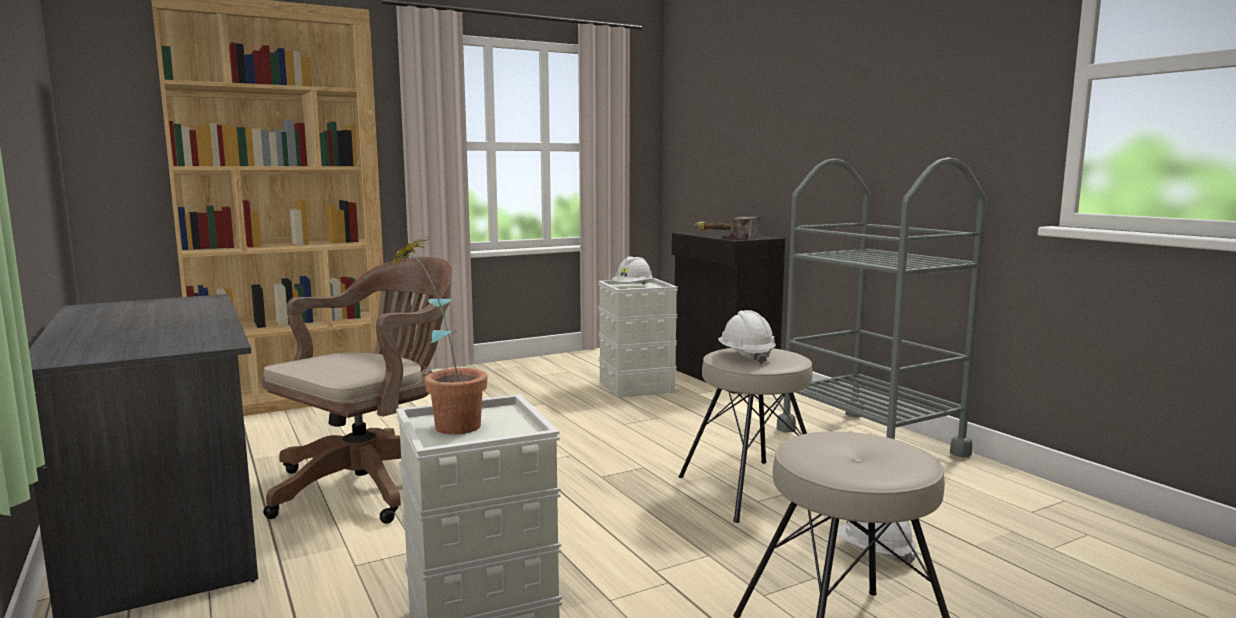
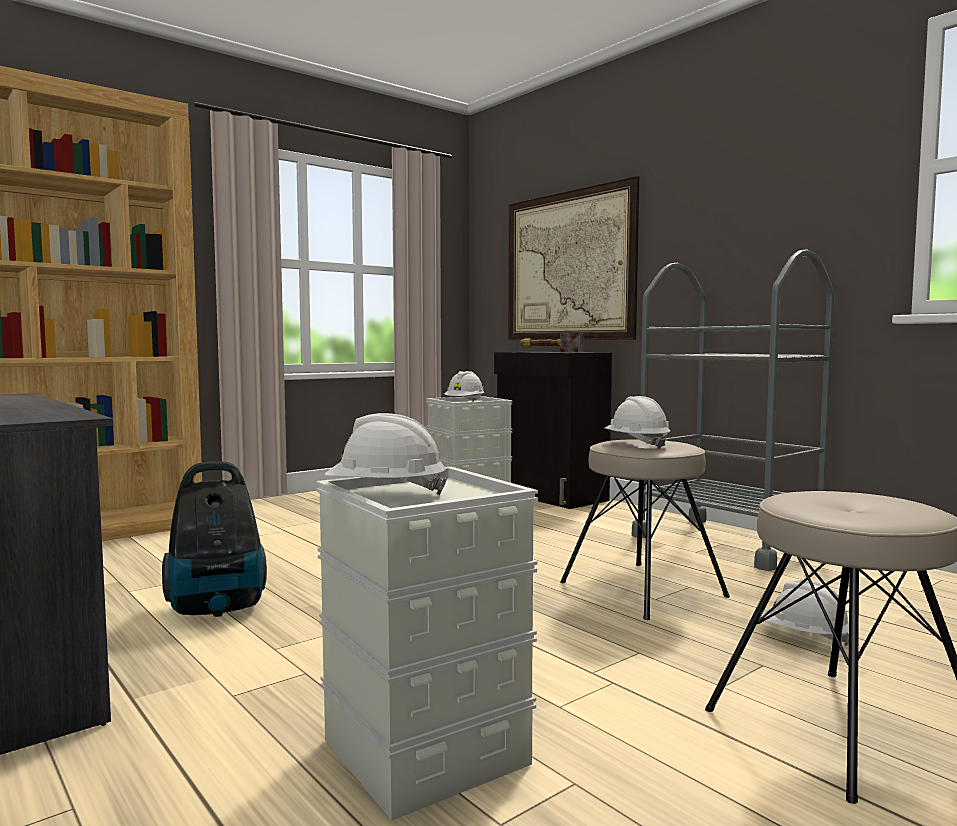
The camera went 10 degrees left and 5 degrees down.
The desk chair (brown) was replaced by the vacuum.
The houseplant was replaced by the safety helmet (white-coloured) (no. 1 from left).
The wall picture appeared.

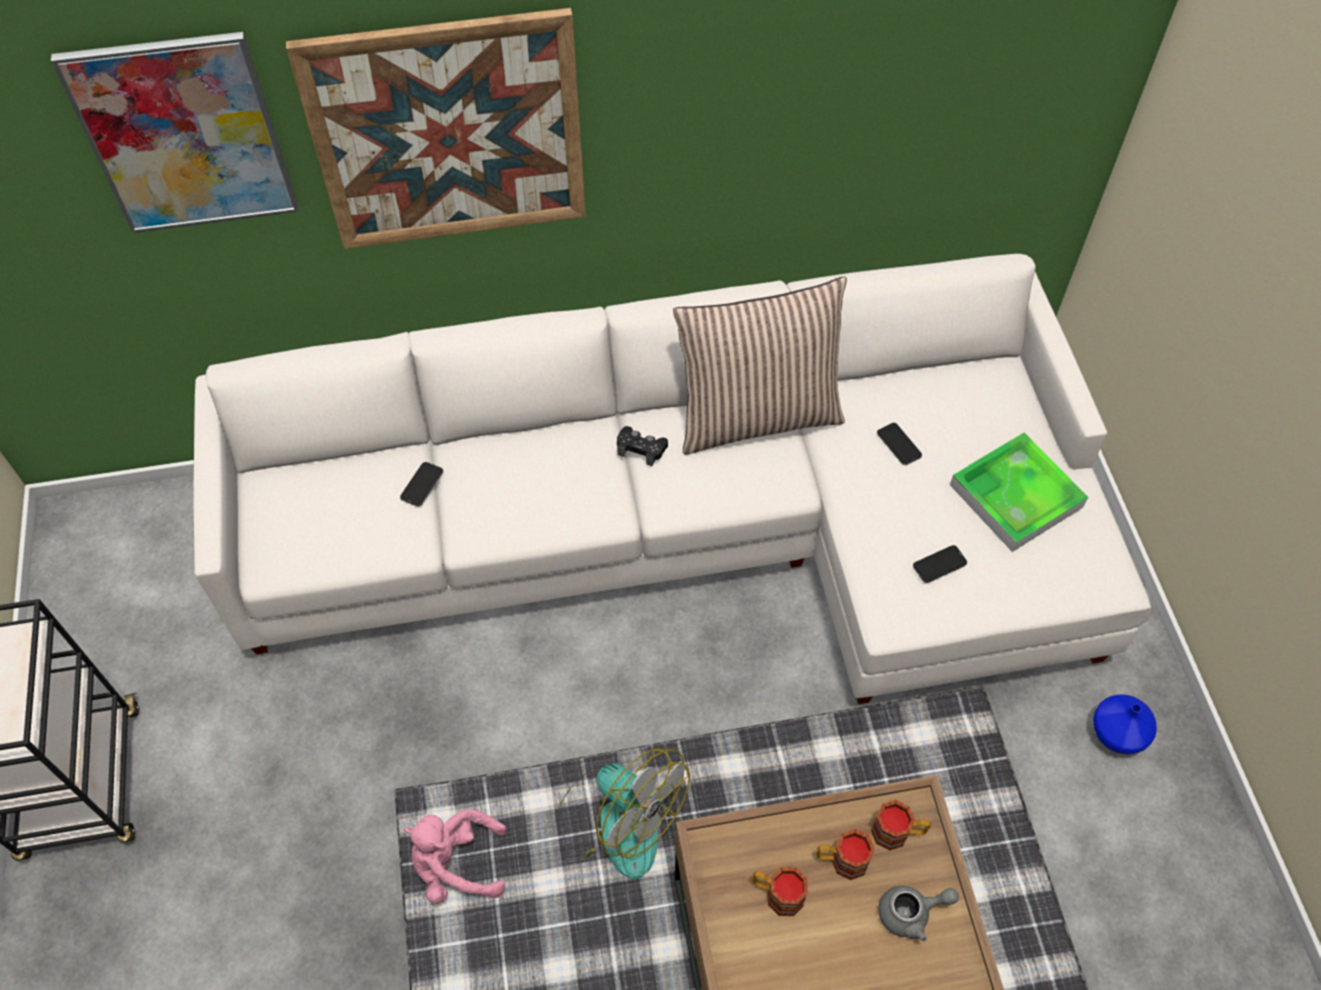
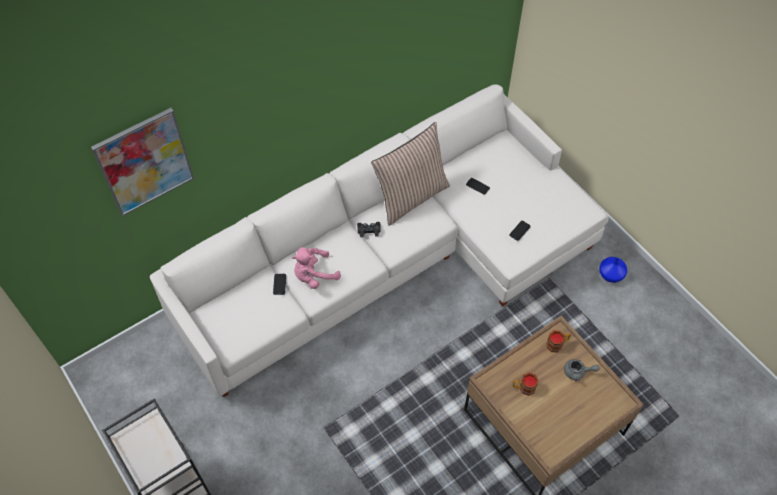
The camera went 25 degrees left and 0 degrees up.
The soft toy (pink-coloured) moved.
The pot for tea (greyish) turned 45 degrees clockwise.
The wall picture (no. 2 from left) disappeared.
The fan disappeared.
The tea mug (no. 2 from left) disappeared.
The carrying tray disappeared.

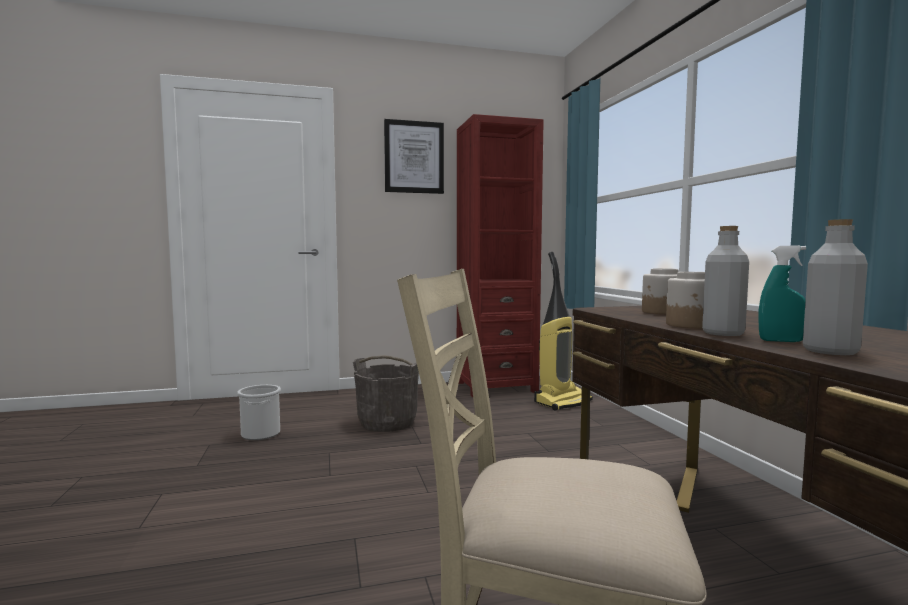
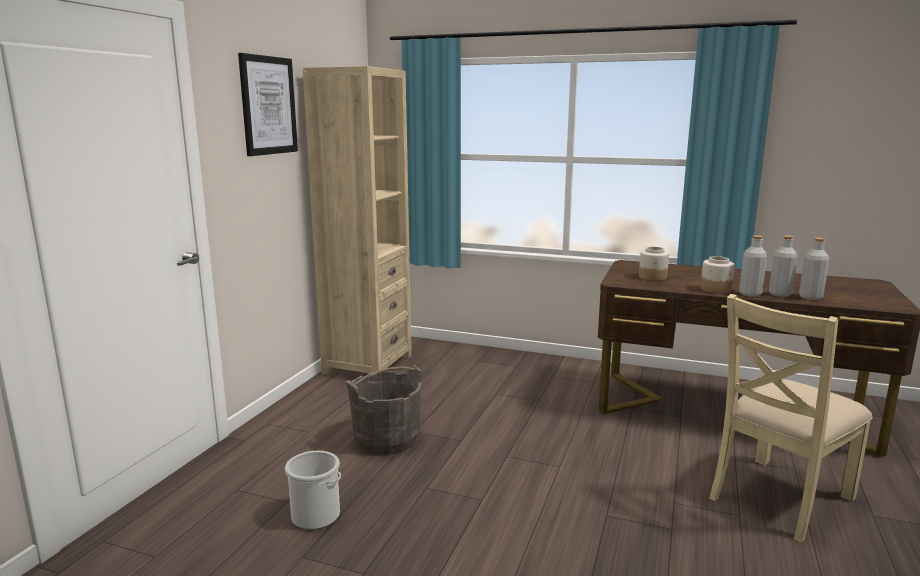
The camera went 55 degrees left and 10 degrees up.
The bookshelf (red) became the bookshelf (sand-coloured).
The spray bottle (turquoise-coloured) was replaced by the beverage bottle (greyish) (no. 2 from left).
The vacuum disappeared.

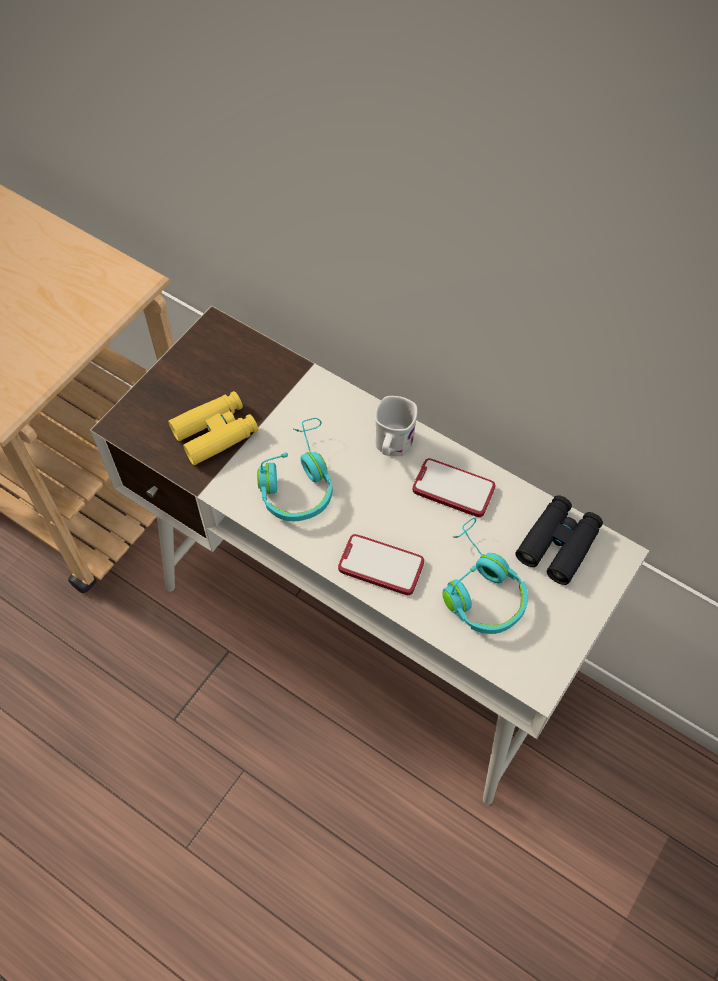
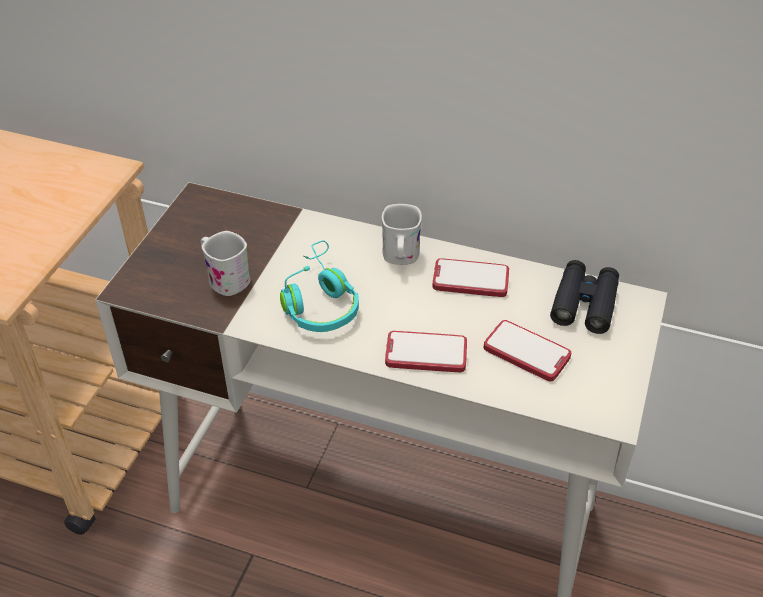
The camera went 15 degrees left and 15 degrees down.
The field glasses (yellow) was replaced by the tea mug (white-coloured) (no. 1 from left).
The headphones (turquoise-coloured) (no. 2 from left) was replaced by the telephone (no. 3 from left).

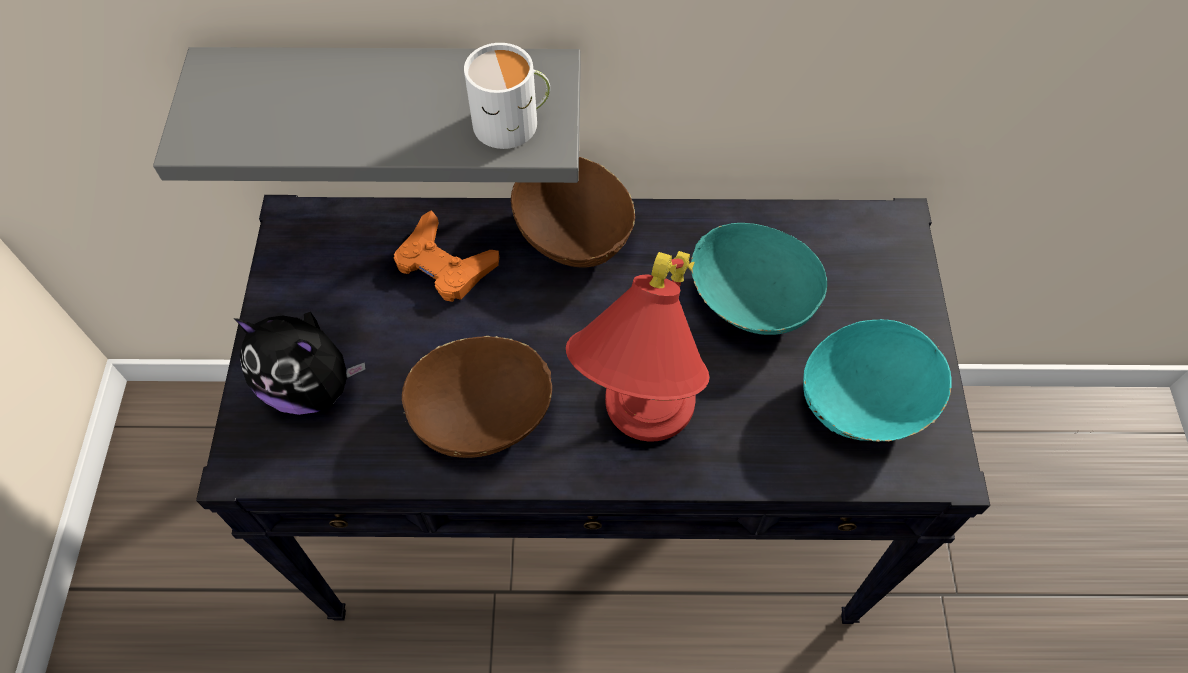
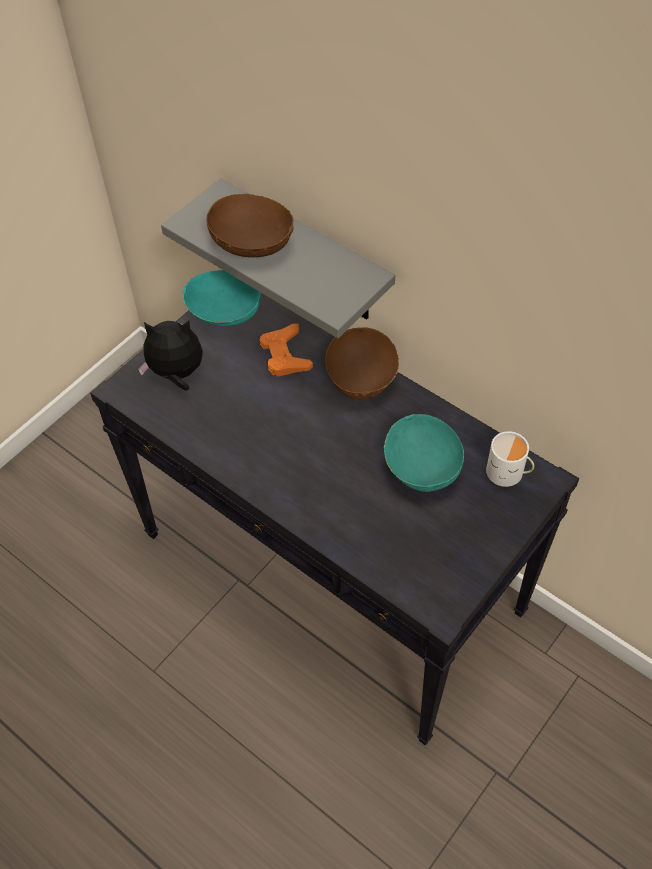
The camera went 40 degrees right and 5 degrees down.
The soft toy turned 120 degrees clockwise.
The serving bowl (turquoise-coloured) (no. 2 from left in the first image) moved.
The serving bowl (brown) (no. 1 from left) moved.
The tea mug (white-coloured) moved.
The lamp for a table (red) disappeared.

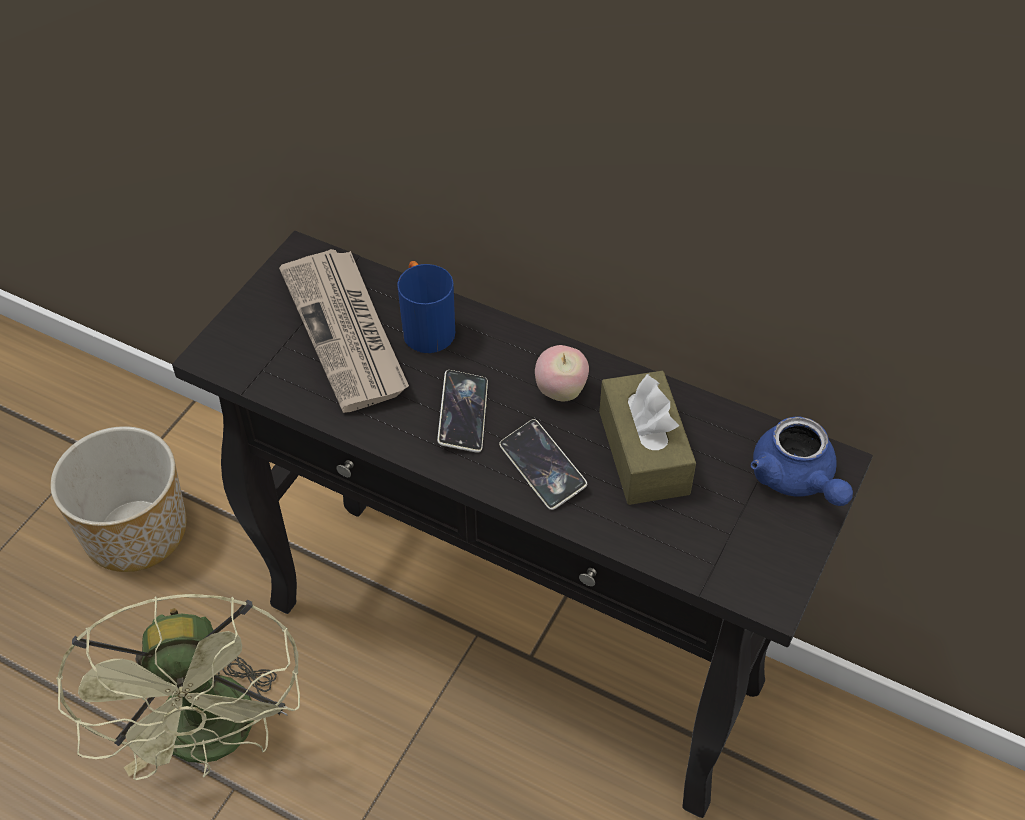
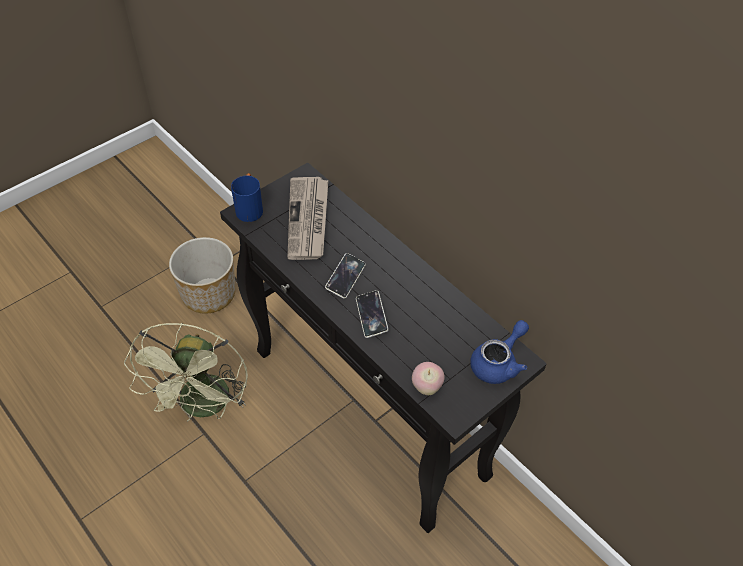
The camera went 20 degrees right and 0 degrees up.
The tea mug (bluish) moved.
The apple fruit moved.
The pot for tea (bluish) turned 135 degrees counterclockwise.
The tissue box (brown) disappeared.

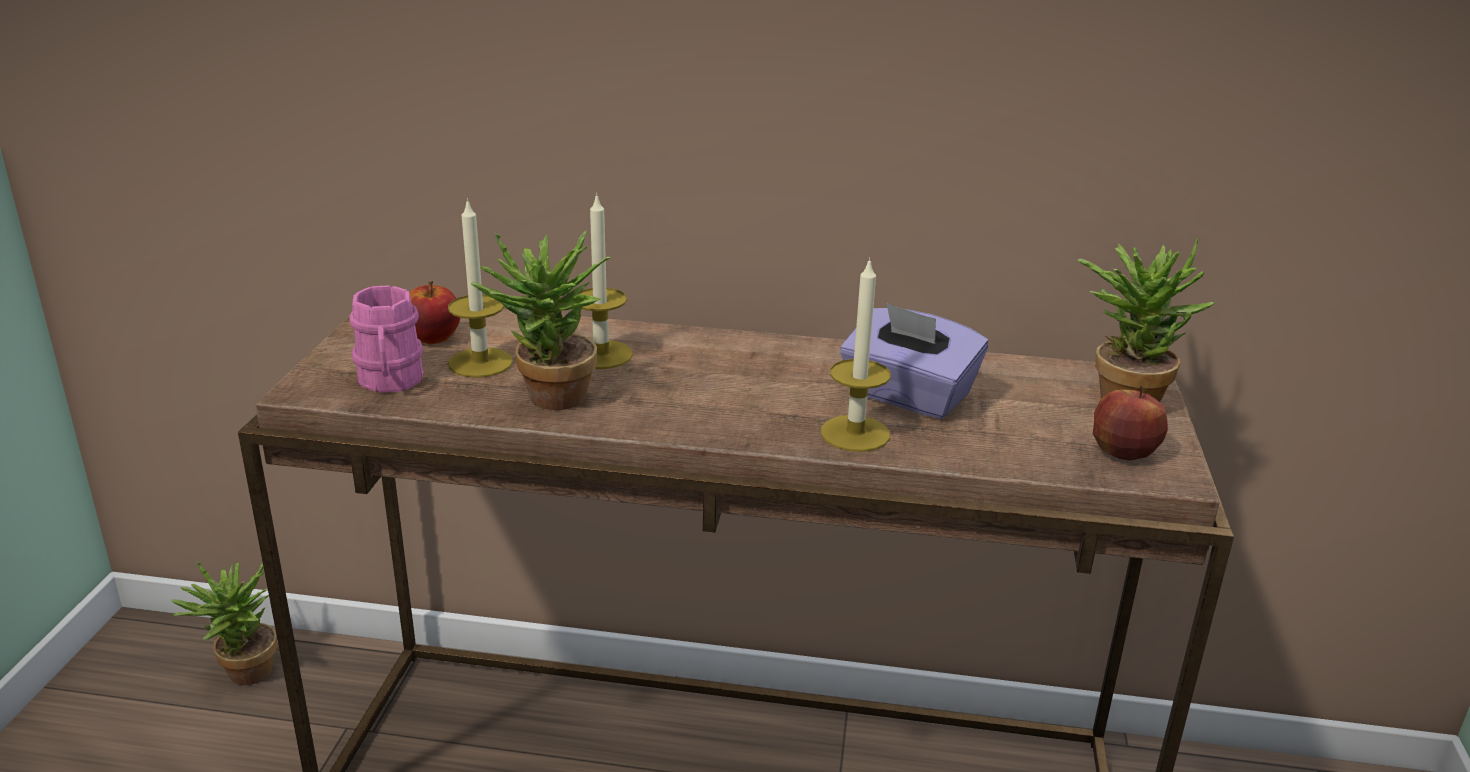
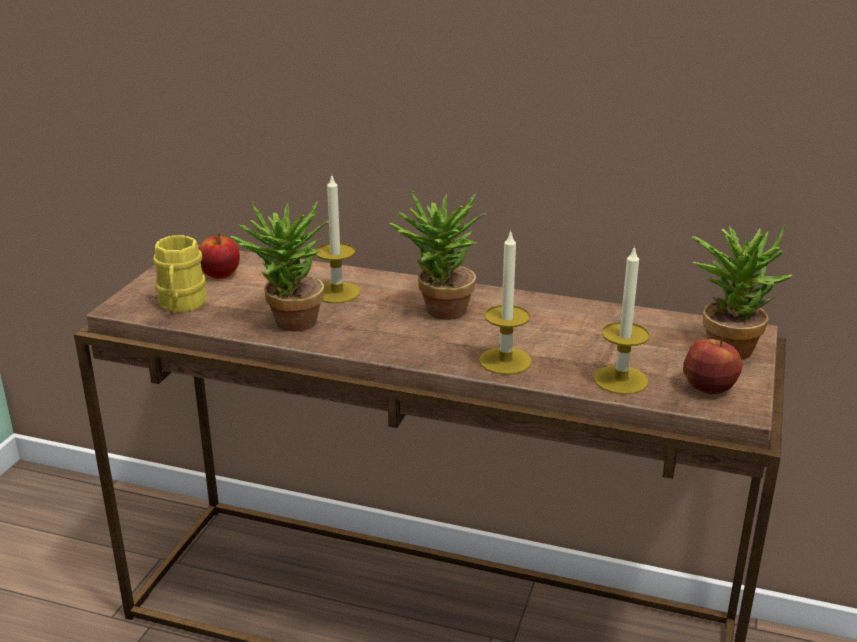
The camera went 10 degrees right and 0 degrees up.
The tea mug (pink-coloured) became the tea mug (yellow).
The houseplant (no. 1 from left in the first image) moved.
The wax light (no. 1 from left in the first image) moved.
The tissue box (purple) disappeared.

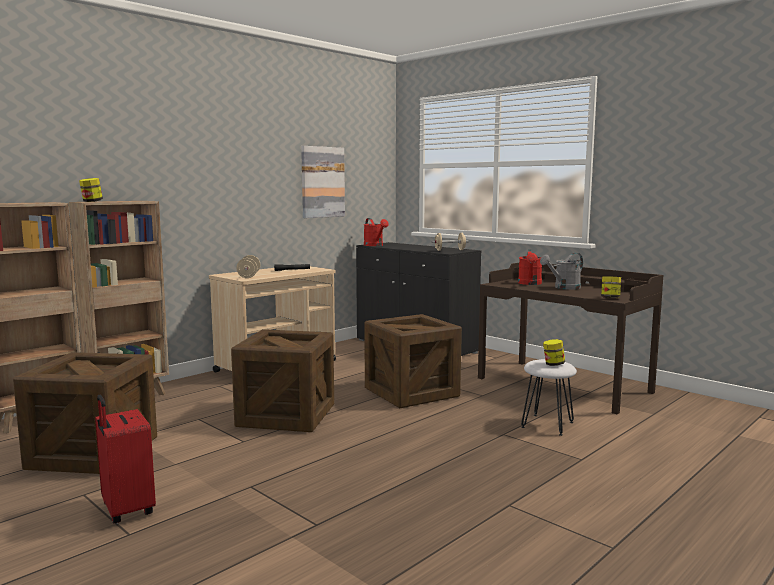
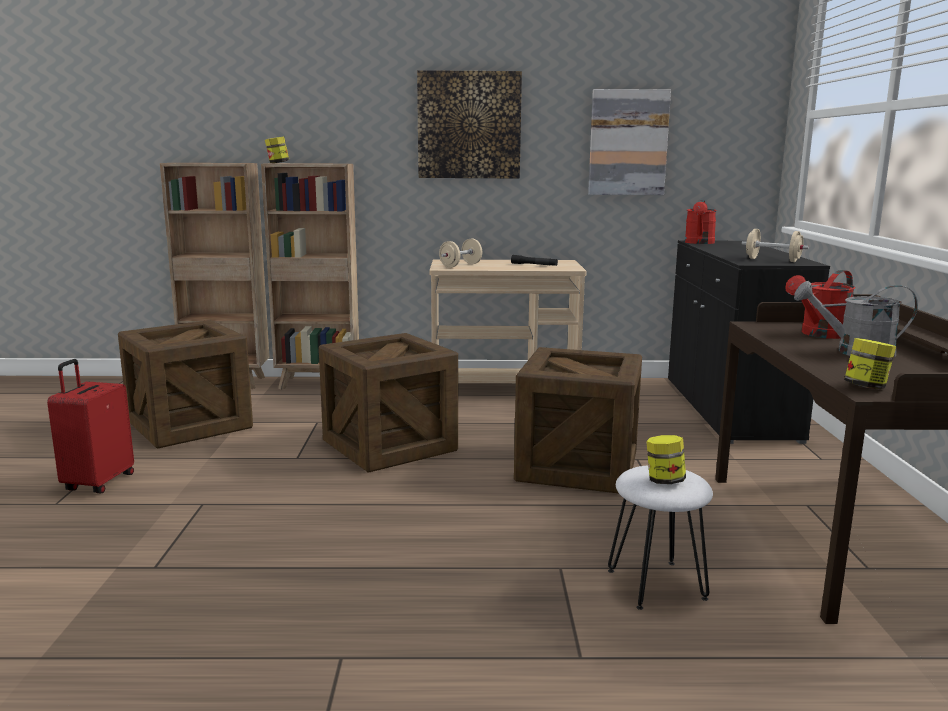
The camera went 45 degrees right and 5 degrees up.
The wall picture (no. 1 from left) appeared.

